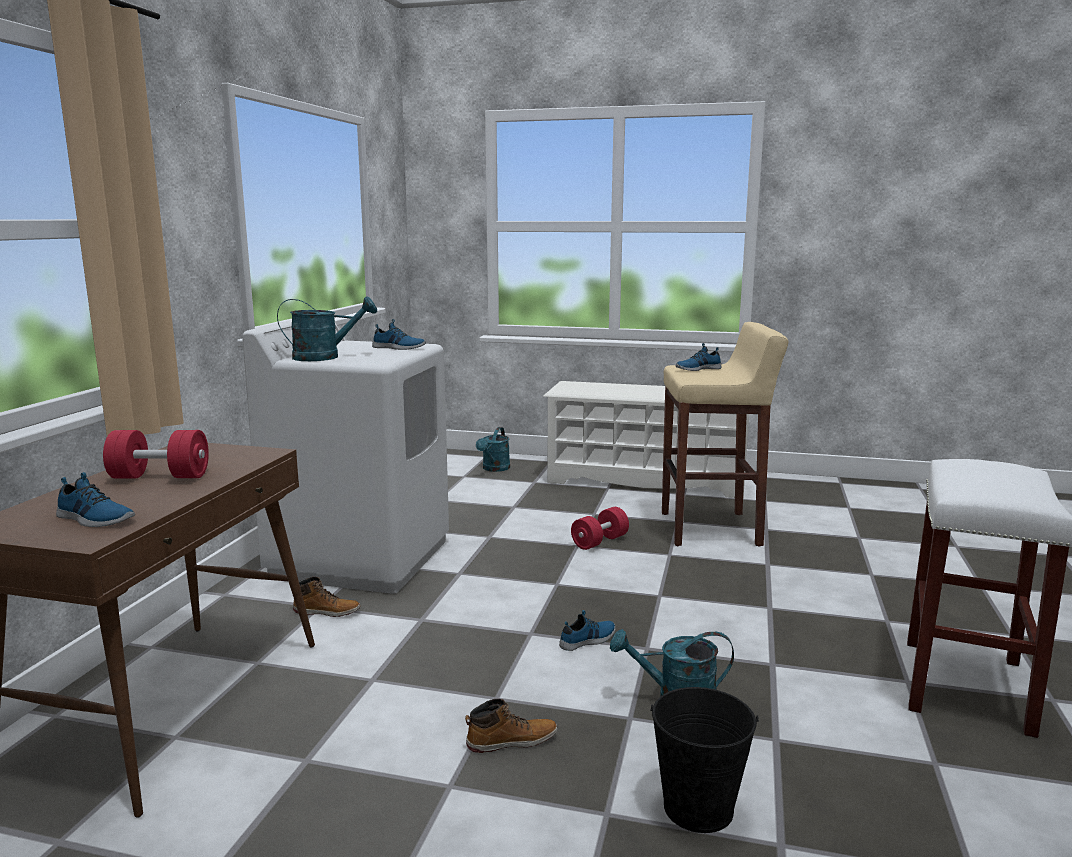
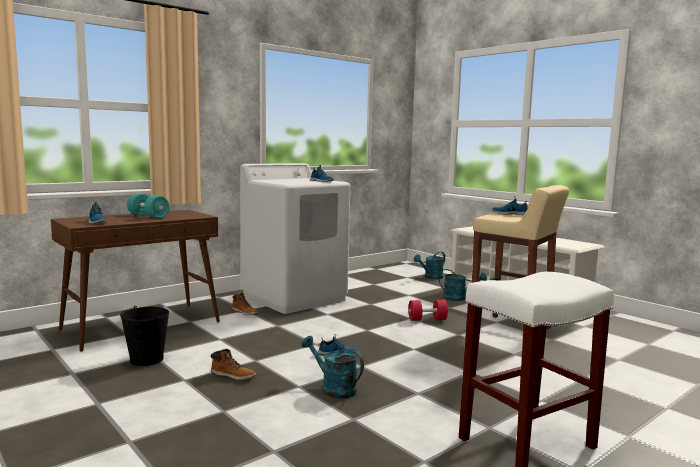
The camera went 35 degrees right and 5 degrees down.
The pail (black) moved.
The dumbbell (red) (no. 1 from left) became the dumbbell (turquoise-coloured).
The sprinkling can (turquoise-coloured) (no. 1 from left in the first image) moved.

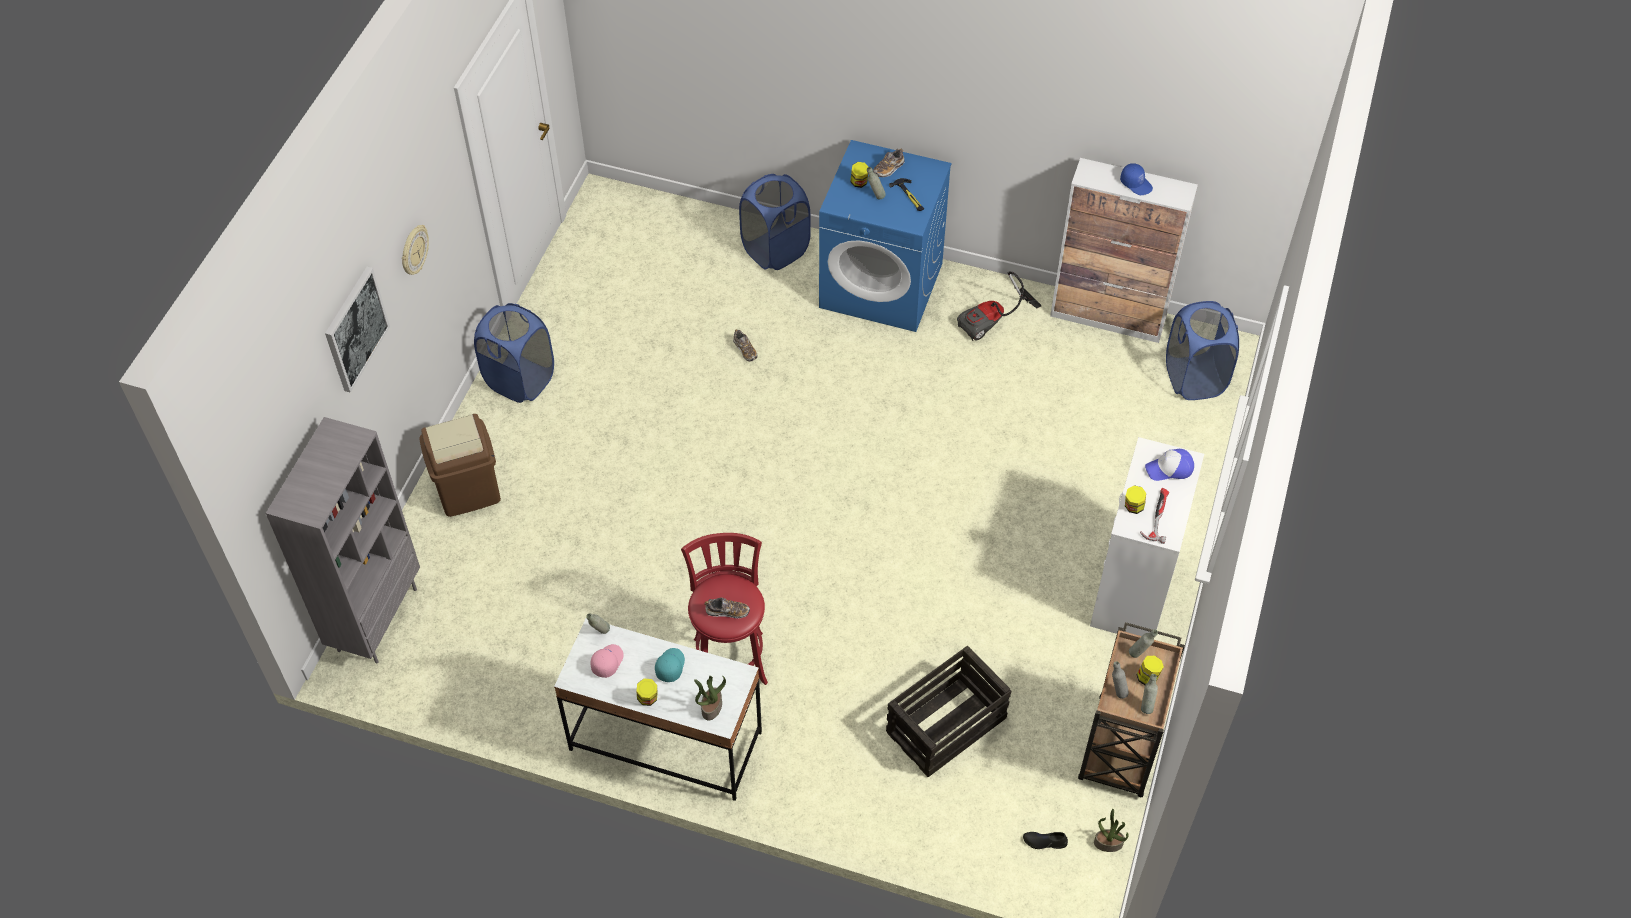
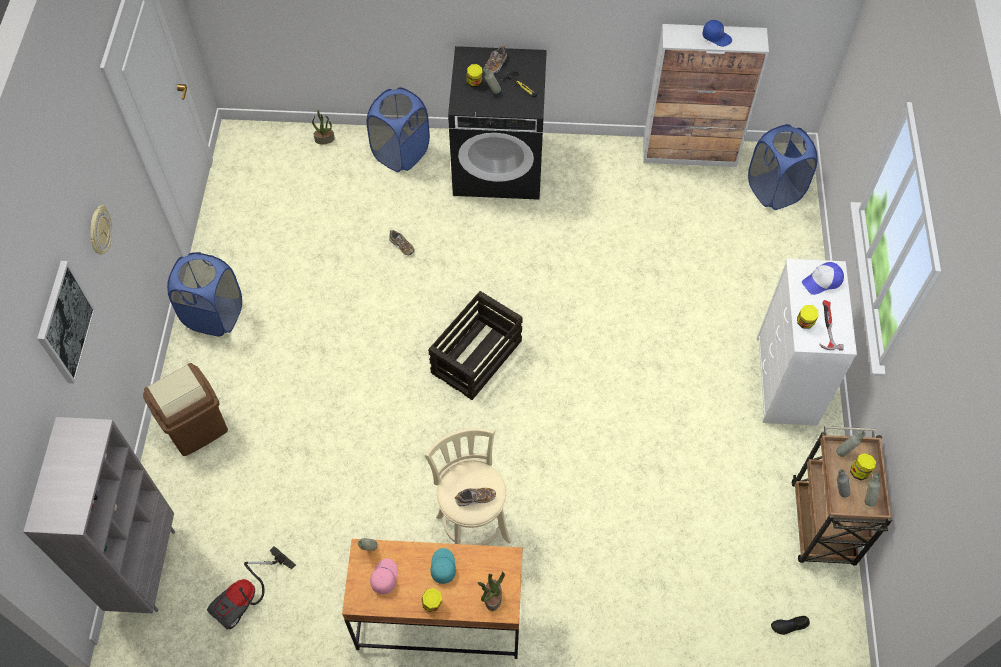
The camera went 15 degrees left and 5 degrees up.
The vacuum moved.
The houseplant (no. 2 from left in the first image) moved.
The desk unit (white-coloured) became the desk unit (brown).
The stool seat (red) became the stool seat (sand-coloured).
The crate moved.
The washing machine (bluish) became the washing machine (black).

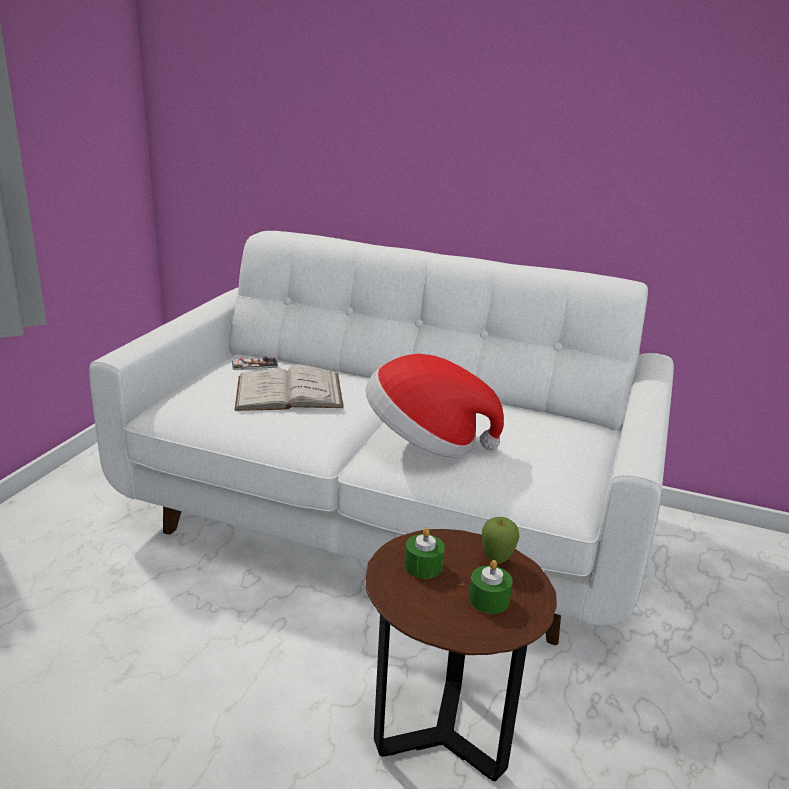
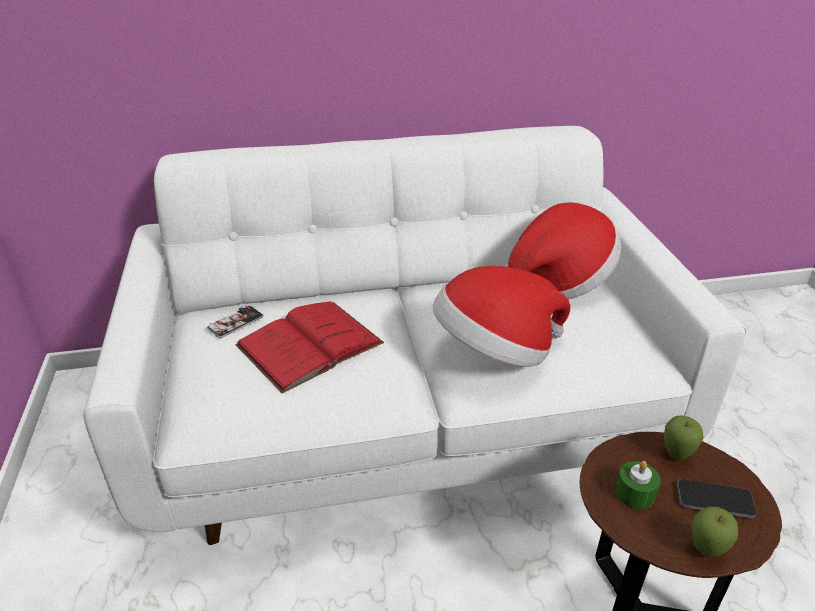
The camera went 30 degrees left and 10 degrees up.
The book (white-coloured) became the book (red).
The clothing hat (no. 2 from left) appeared.
The wax light (green-coloured) (no. 2 from left) was replaced by the telephone (no. 2 from left).
The apple fruit (no. 2 from left) appeared.

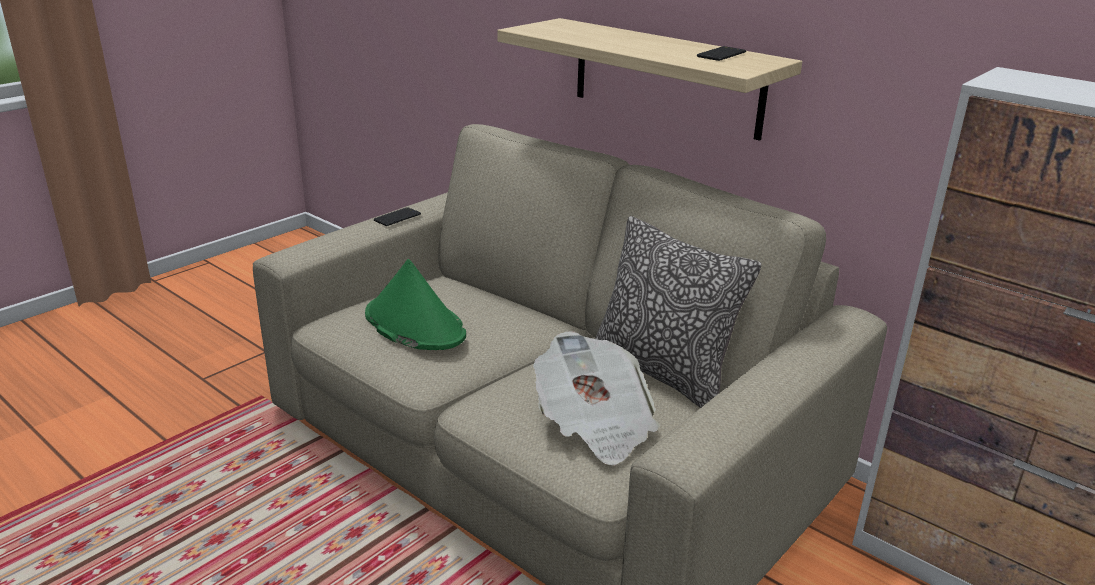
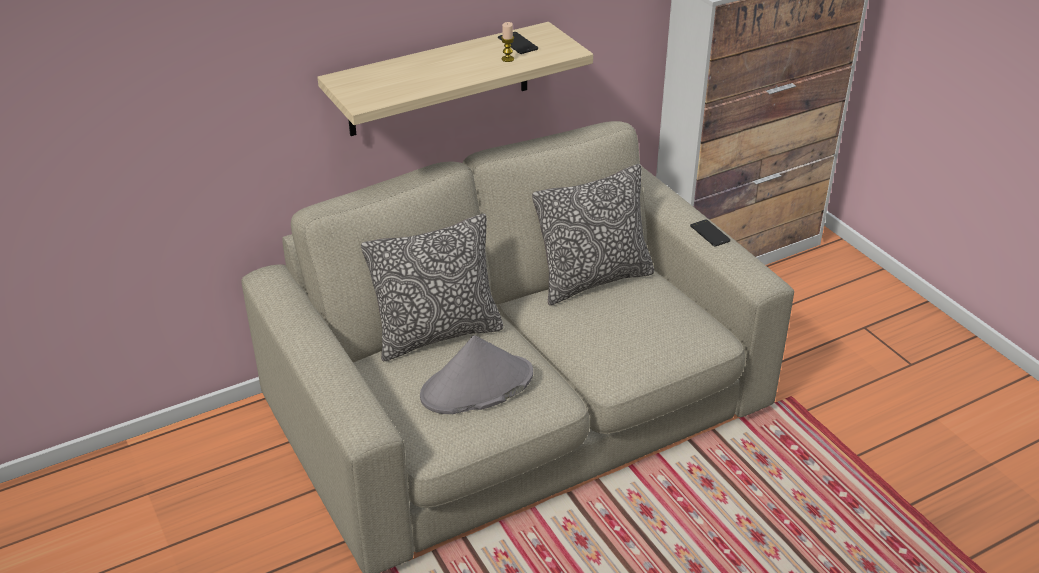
The camera went 70 degrees left and 10 degrees up.
The cushion (no. 1 from left) appeared.
The clothing hat (green-coloured) became the clothing hat (greyish).
The wax light appeared.
The telephone (no. 1 from left in the first image) moved.
The daily paper disappeared.

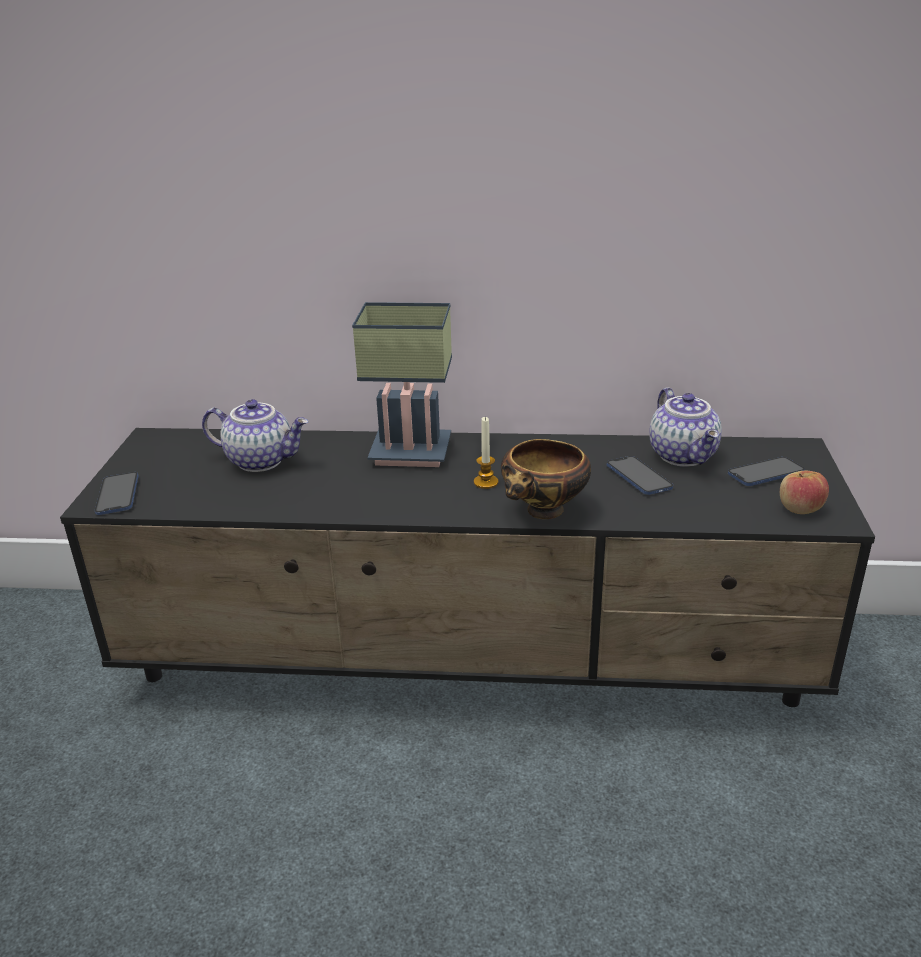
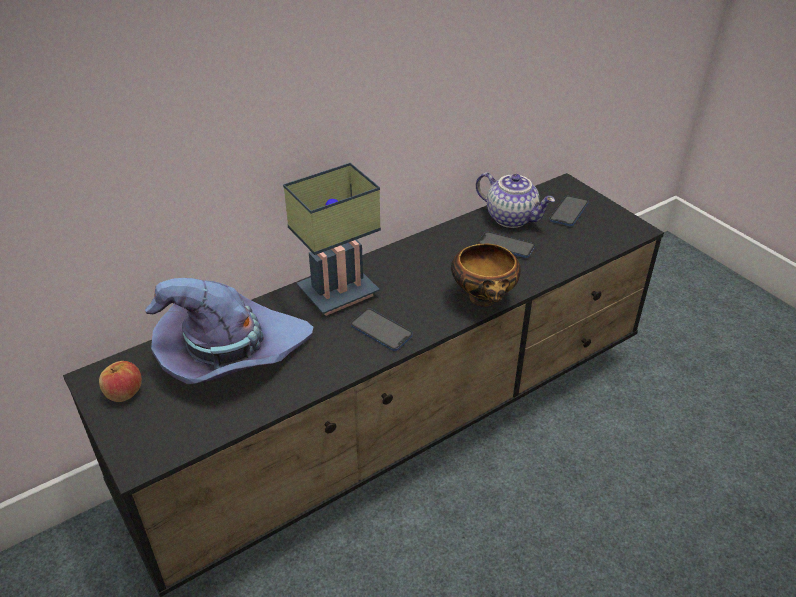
The camera went 40 degrees left and 10 degrees up.
The apple fruit moved.
The pot for tea (no. 1 from left) was replaced by the clothing hat (purple).
The telephone (no. 1 from left) moved.
The wax light disappeared.

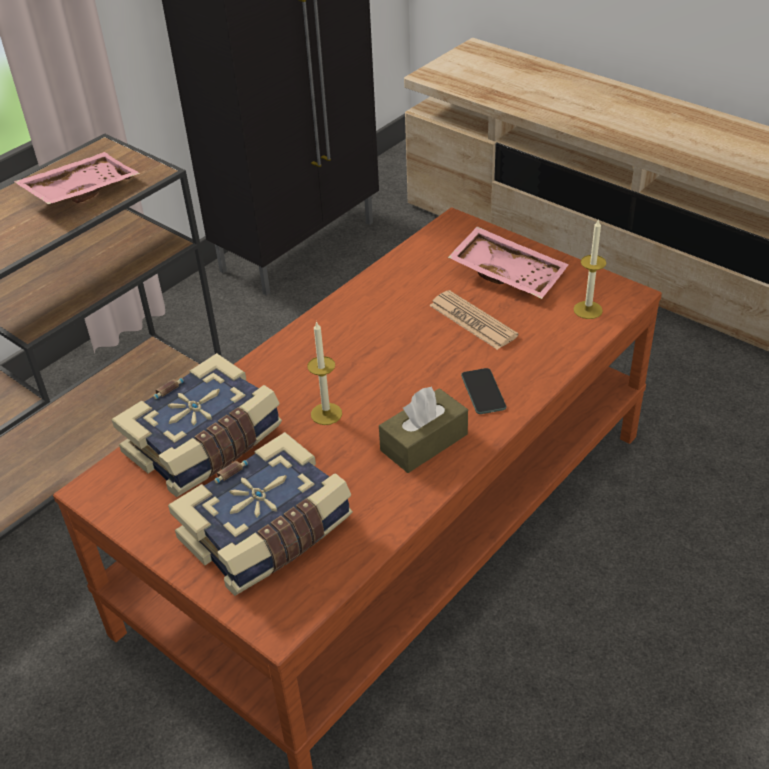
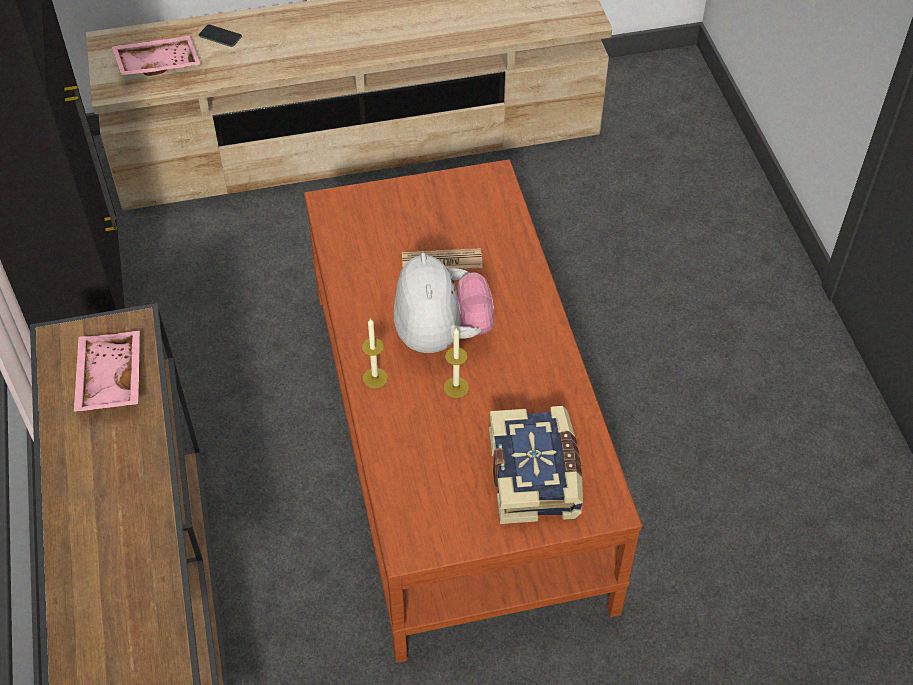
The camera went 55 degrees left and 10 degrees up.
The carrying tray (pink-coloured) (no. 2 from left) moved.
The telephone moved.
The wax light (no. 2 from left in the first image) moved.
The soft toy appeared.
The book (no. 1 from left) disappeared.
The tissue box (brown) disappeared.

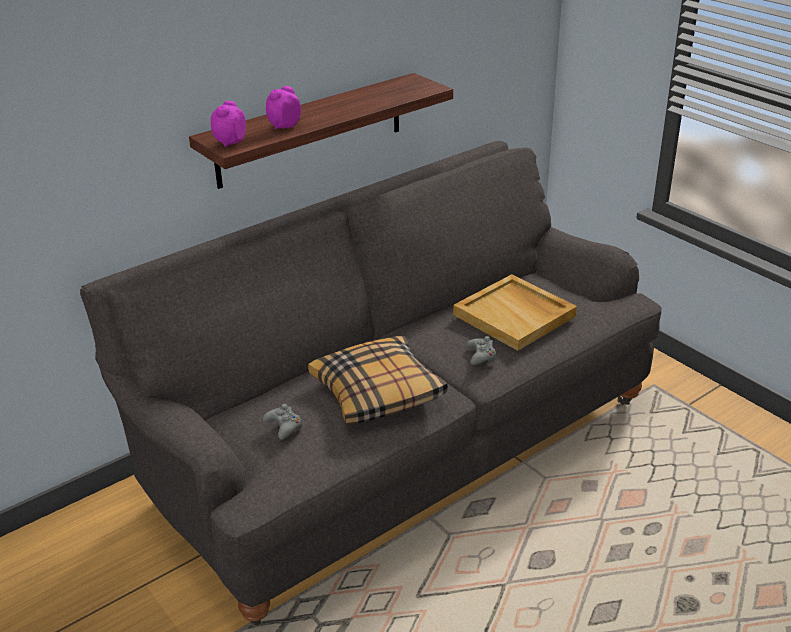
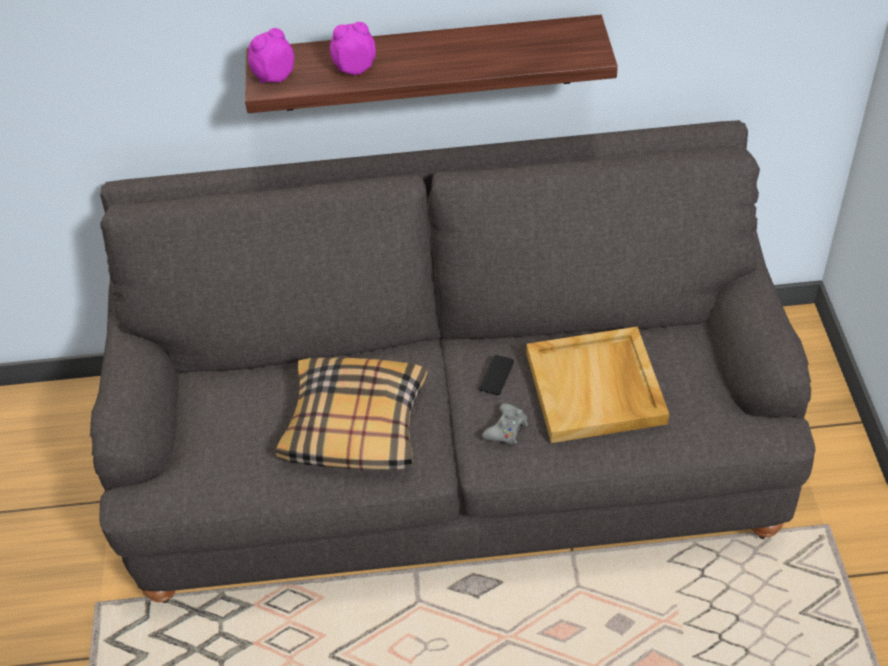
The camera went 35 degrees right and 15 degrees up.
The telephone appeared.
The joypad (greyish) (no. 1 from left) disappeared.

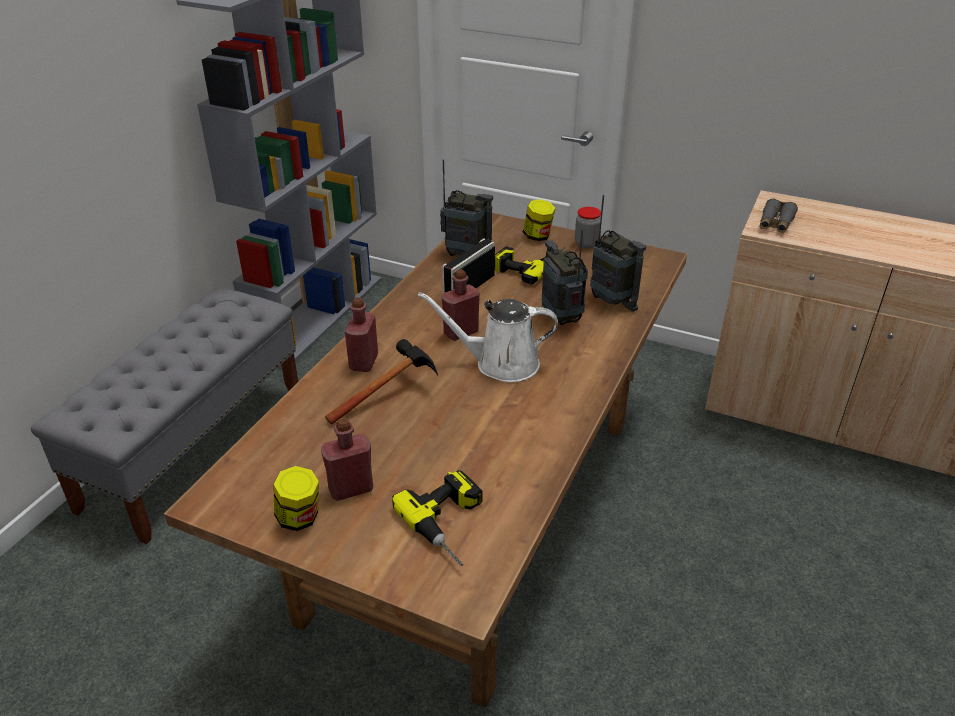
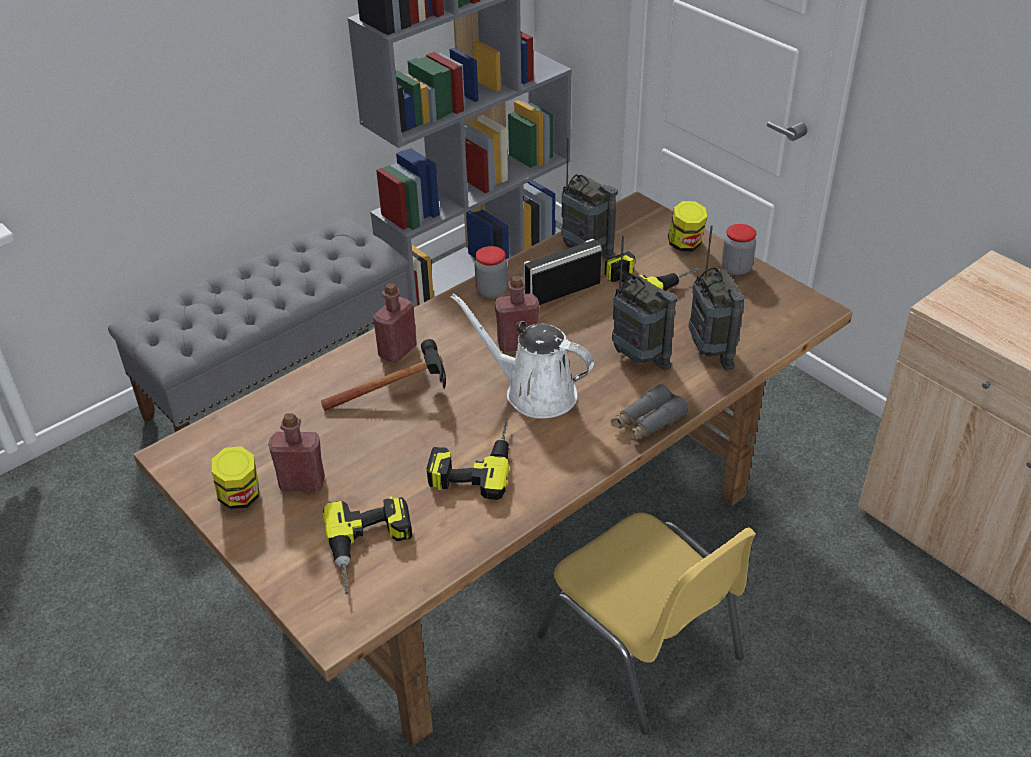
The camera went 25 degrees right and 5 degrees up.
The electric drill (no. 2 from left) appeared.
The preserve jar (no. 2 from left) appeared.
The chair (yellow) appeared.
The field glasses (greyish) moved.
The radio (no. 3 from left) turned 135 degrees clockwise.

